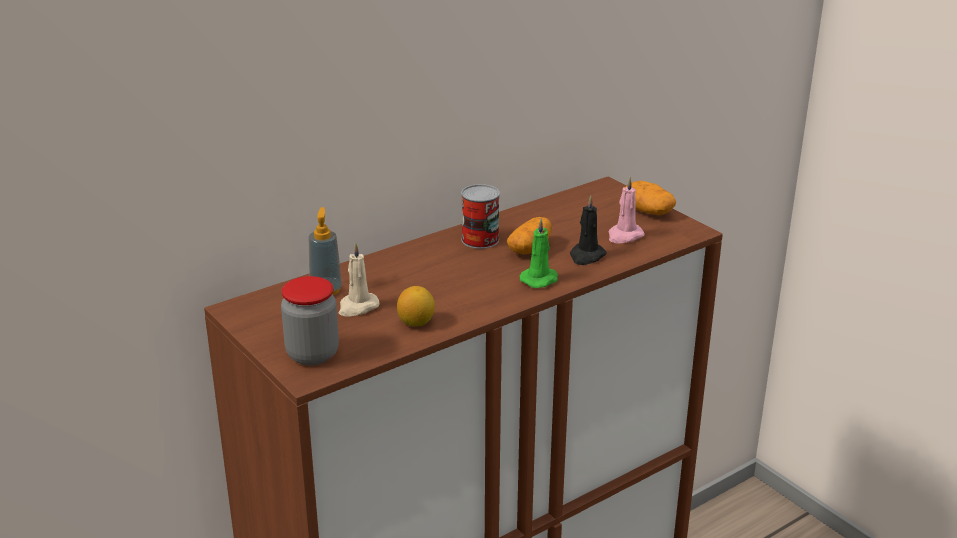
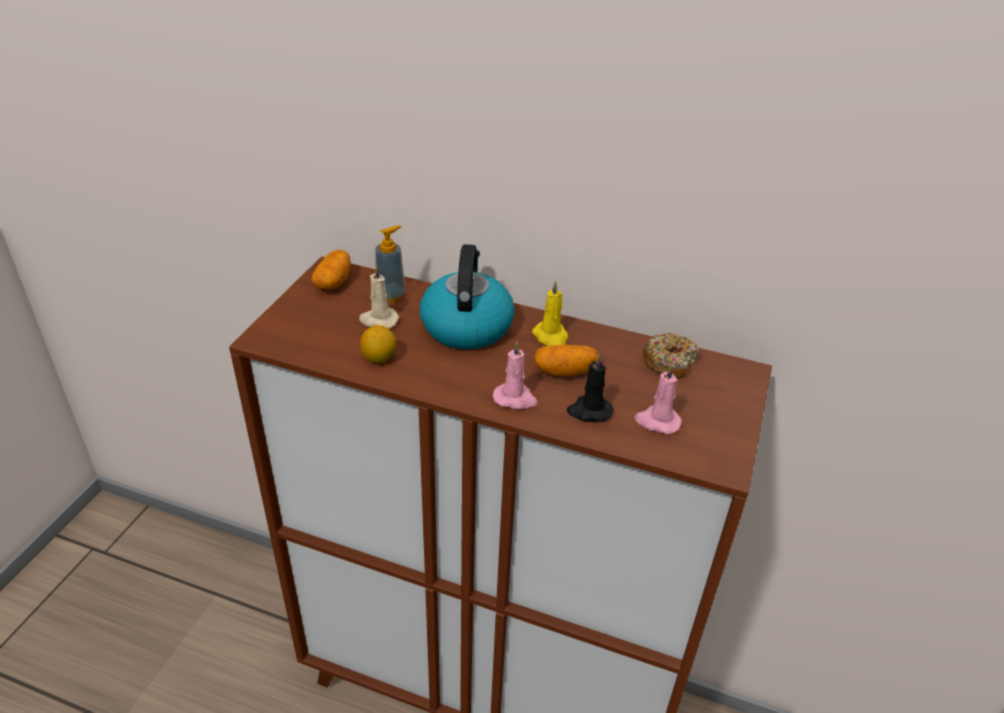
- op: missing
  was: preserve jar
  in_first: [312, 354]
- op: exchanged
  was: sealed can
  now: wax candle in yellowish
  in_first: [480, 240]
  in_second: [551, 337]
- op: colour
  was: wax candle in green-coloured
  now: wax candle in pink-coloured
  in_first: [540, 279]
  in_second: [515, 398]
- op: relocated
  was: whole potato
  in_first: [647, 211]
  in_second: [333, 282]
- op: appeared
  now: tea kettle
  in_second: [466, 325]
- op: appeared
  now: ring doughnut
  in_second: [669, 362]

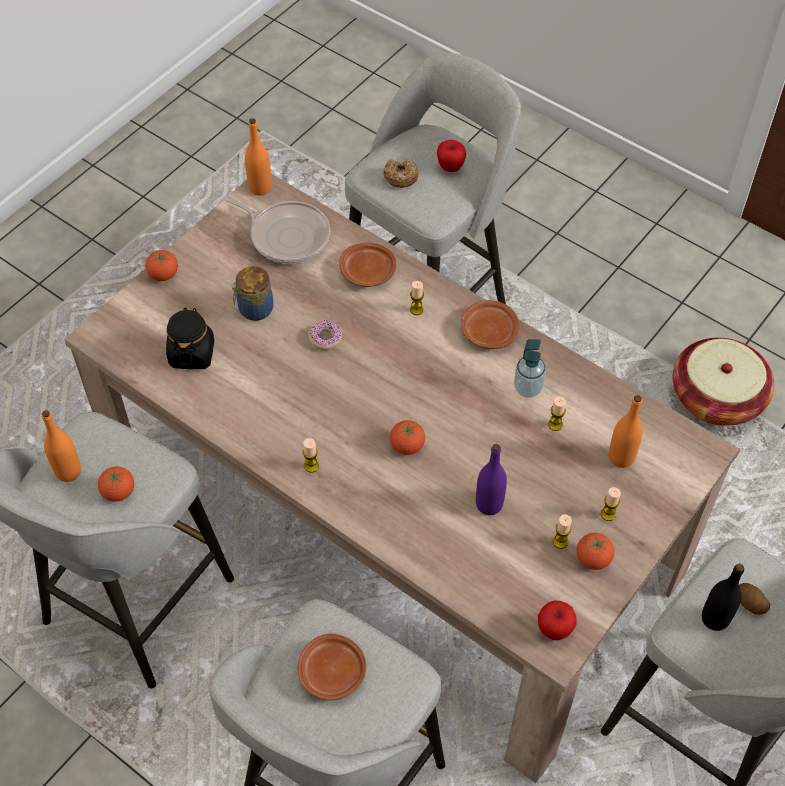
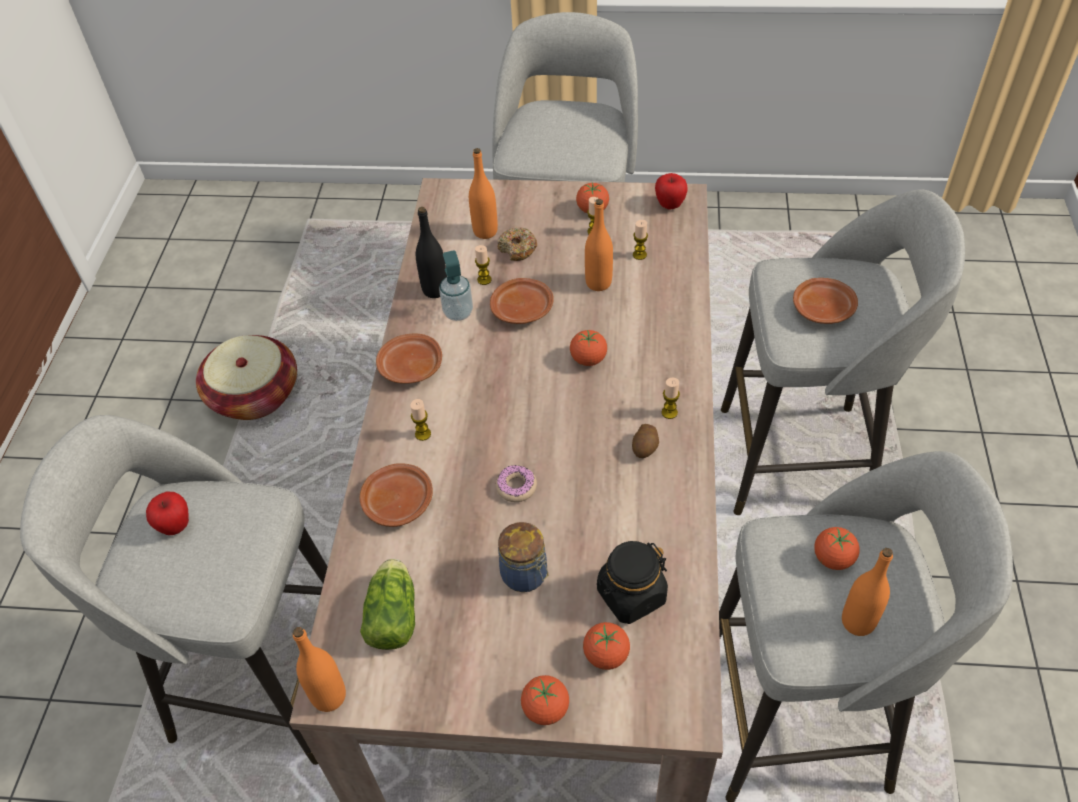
- op: exchanged
  was: frying pan
  now: lettuce
  in_first: [287, 235]
  in_second: [393, 613]
- op: relocated
  was: ring doughnut
  in_first: [400, 177]
  in_second: [517, 249]
- op: colour
  was: beverage bottle in purplish
  now: beverage bottle in orange
  in_first: [489, 504]
  in_second: [598, 283]
- op: relocated
  was: wax candle
  in_first: [608, 514]
  in_second: [639, 255]
- op: relocated
  was: beverage bottle in blackish
  in_first: [715, 618]
  in_second: [435, 290]
- op: relocated
  was: whole potato
  in_first: [749, 603]
  in_second: [645, 448]
- op: appeared
  now: flat dish in brown
  in_second: [522, 309]
- op: appeared
  now: tomato
  in_second: [606, 655]

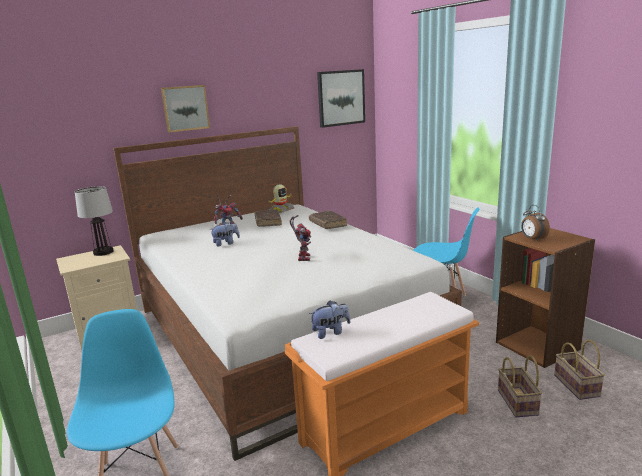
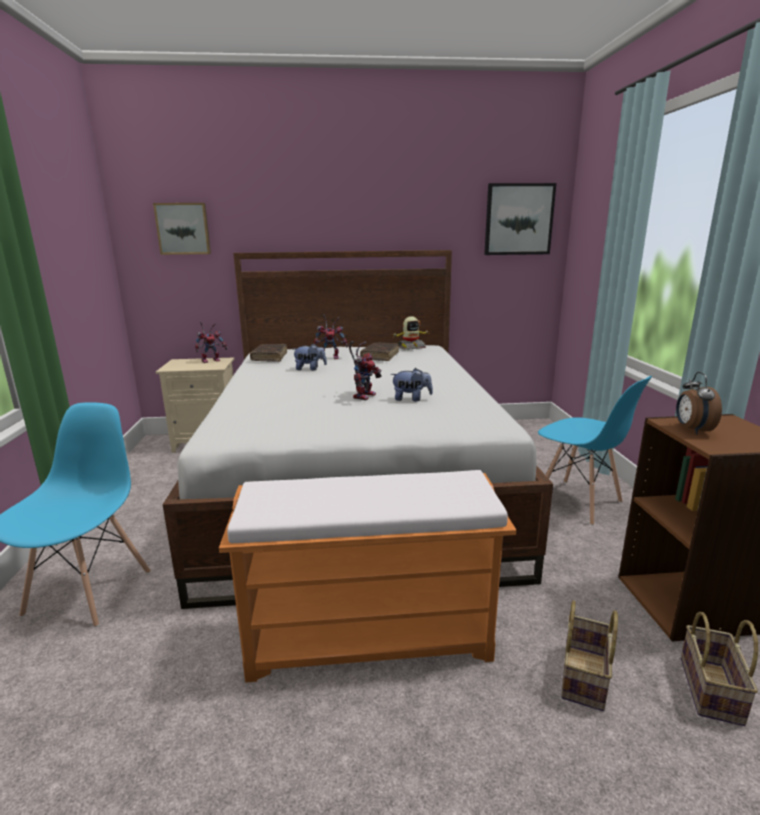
- op: exchanged
  was: table lamp
  now: model robot
  in_first: [103, 252]
  in_second: [212, 360]
- op: relocated
  was: wall art
  in_first: [185, 108]
  in_second: [183, 229]
- op: relocated
  was: book in brown
  in_first: [327, 224]
  in_second: [269, 357]
- op: relocated
  was: soft toy
  in_first: [330, 332]
  in_second: [411, 399]

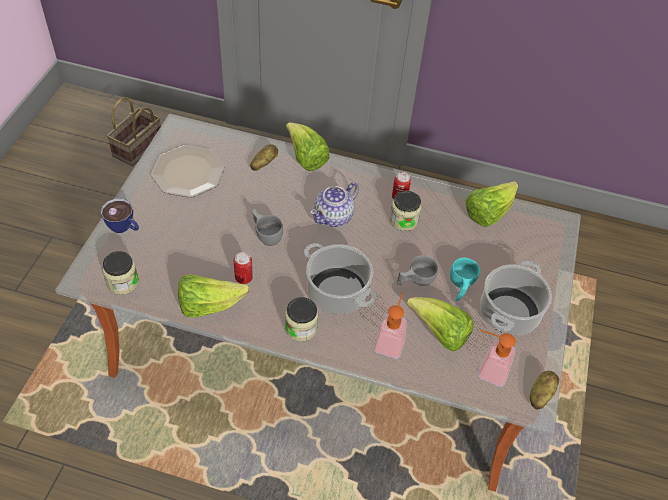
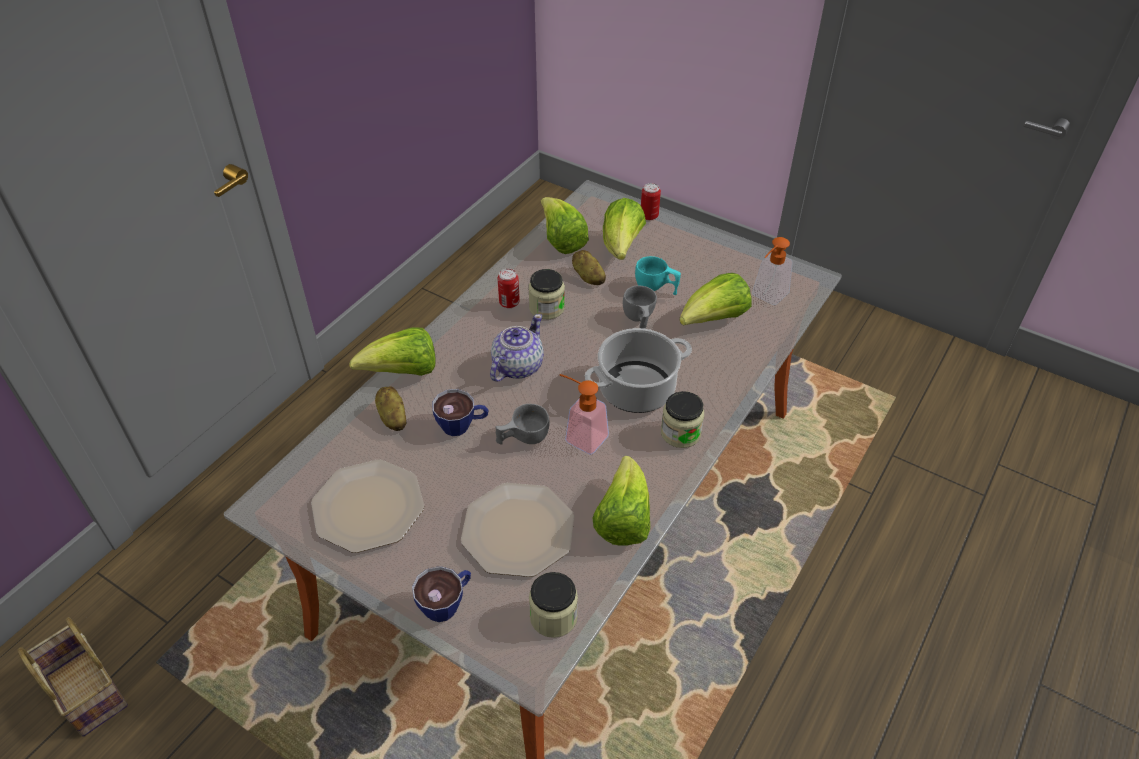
- op: relocated
  was: sealed can
  in_first: [243, 278]
  in_second: [649, 216]
- op: spun
  was: pot for tea
  in_first: [334, 216]
  in_second: [517, 366]
  clockwise: -120
- op: relocated
  was: liquid soap bottle
  in_first: [390, 340]
  in_second: [580, 436]
- op: missing
  was: saucepot
  in_first: [509, 313]
- op: relocated
  was: whole potato
  in_first: [540, 394]
  in_second: [588, 277]
- op: appeared
  now: drinking cup
  in_second: [462, 425]
- op: appeared
  now: flat dish
  in_second: [517, 530]
- op: appeared
  now: lettuce
  in_second: [621, 246]

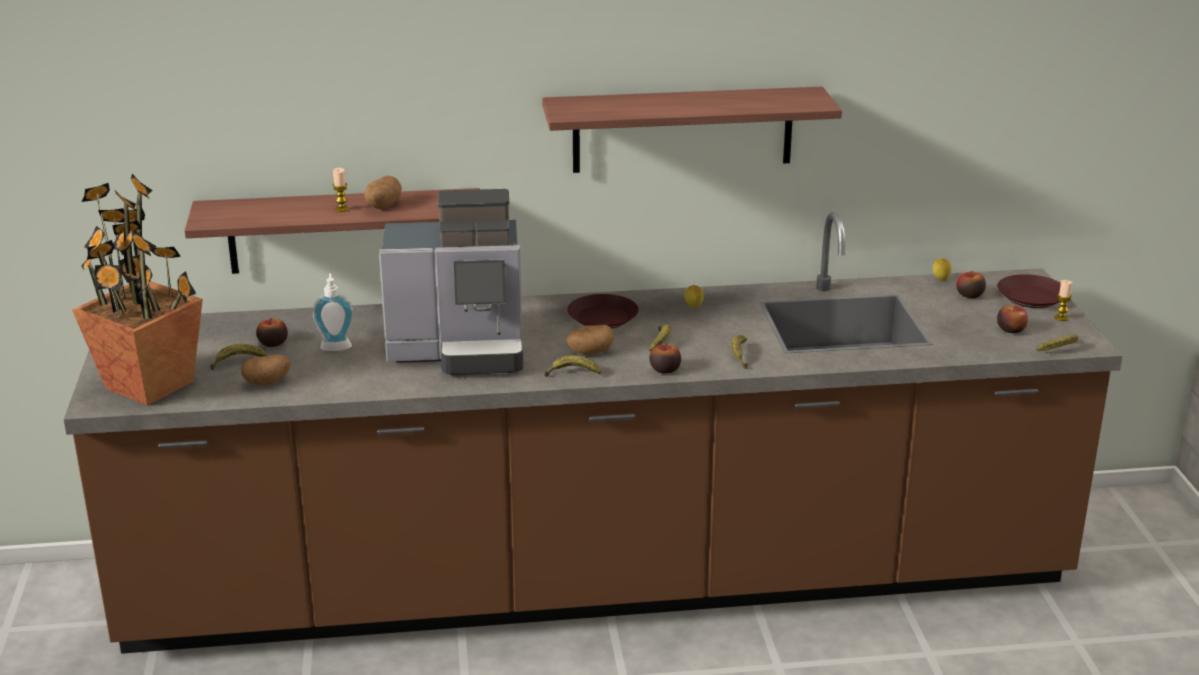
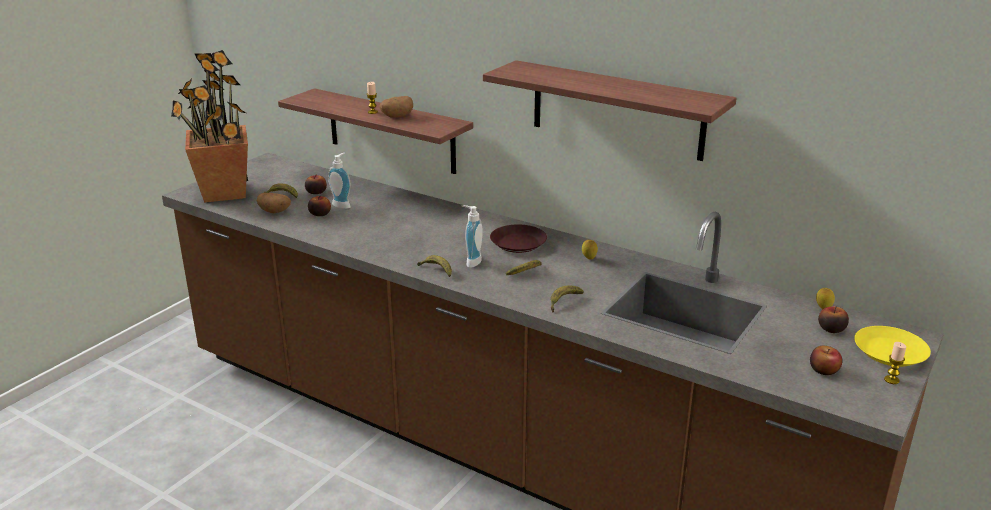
- op: missing
  was: coffee maker
  in_first: [461, 350]
- op: exchanged
  was: whole potato
  now: liquid soap bottle
  in_first: [590, 352]
  in_second: [471, 261]
- op: relocated
  was: apple
  in_first: [664, 369]
  in_second: [320, 214]
- op: colour
  was: flat dish in brown
  now: flat dish in yellowish
  in_first: [1030, 297]
  in_second: [889, 352]
- op: missing
  was: banana fruit
  in_first: [1061, 349]

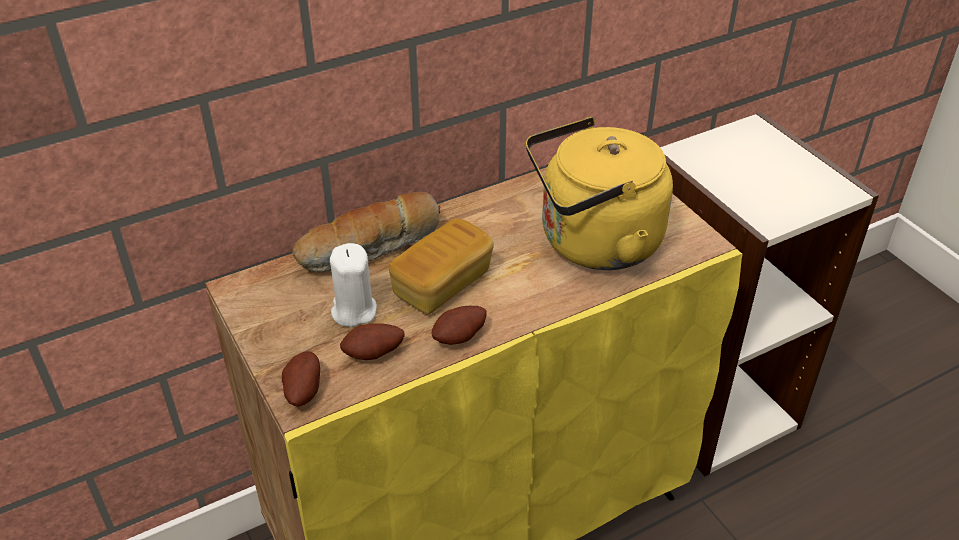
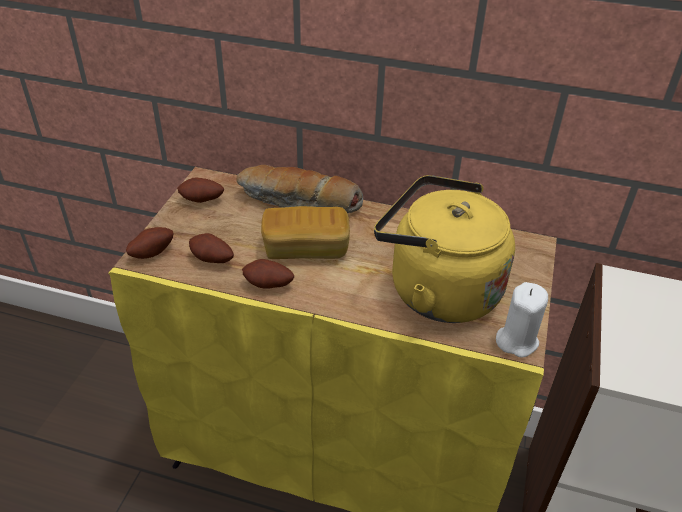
- op: relocated
  was: wax candle in white-coloured
  in_first: [353, 311]
  in_second: [516, 340]
- op: appeared
  now: whole potato
  in_second: [202, 201]

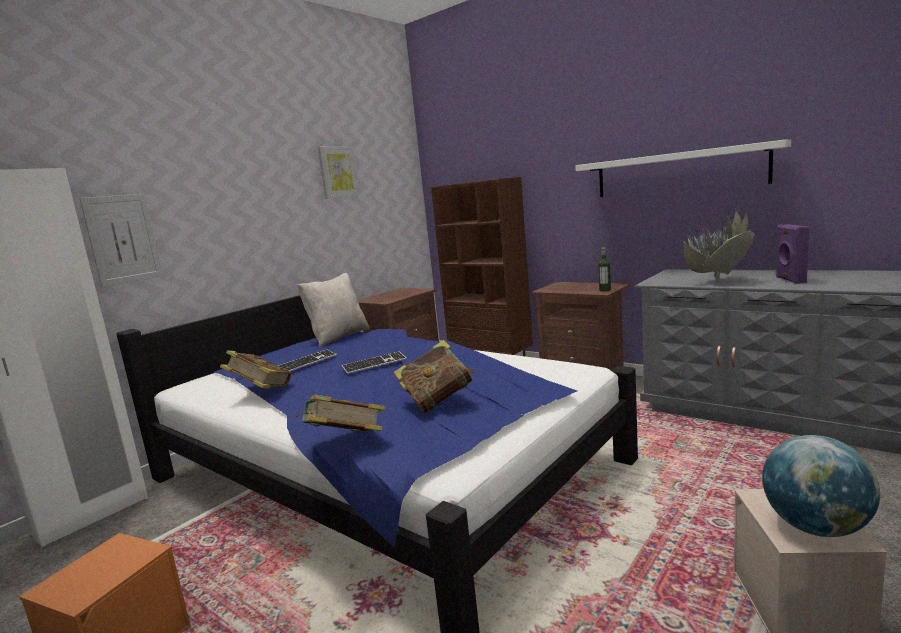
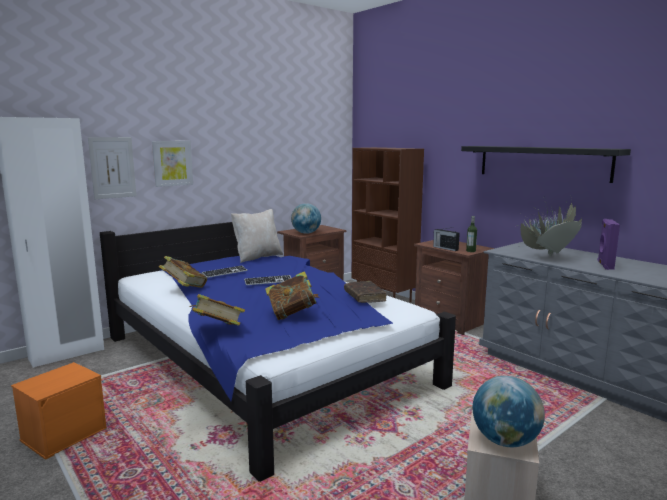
- op: relocated
  was: wall art
  in_first: [338, 172]
  in_second: [172, 163]
- op: colour
  was: bracket shelf in white-coloured
  now: bracket shelf in blackish
  in_first: [678, 172]
  in_second: [542, 162]
- op: appeared
  now: globe
  in_second: [306, 233]
- op: appeared
  now: book in brown
  in_second: [364, 297]
- op: appeared
  now: radio
  in_second: [445, 248]

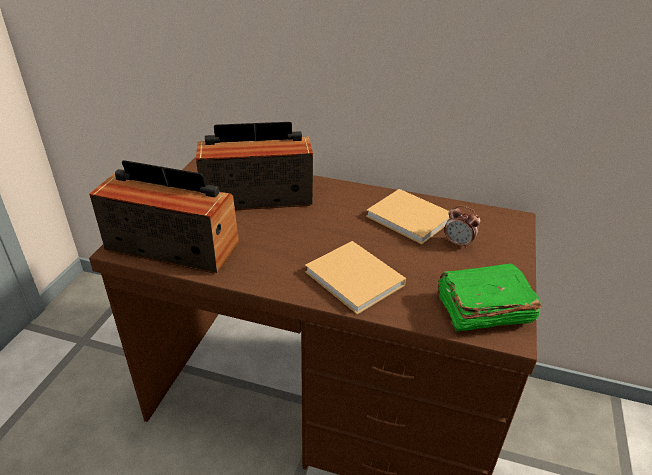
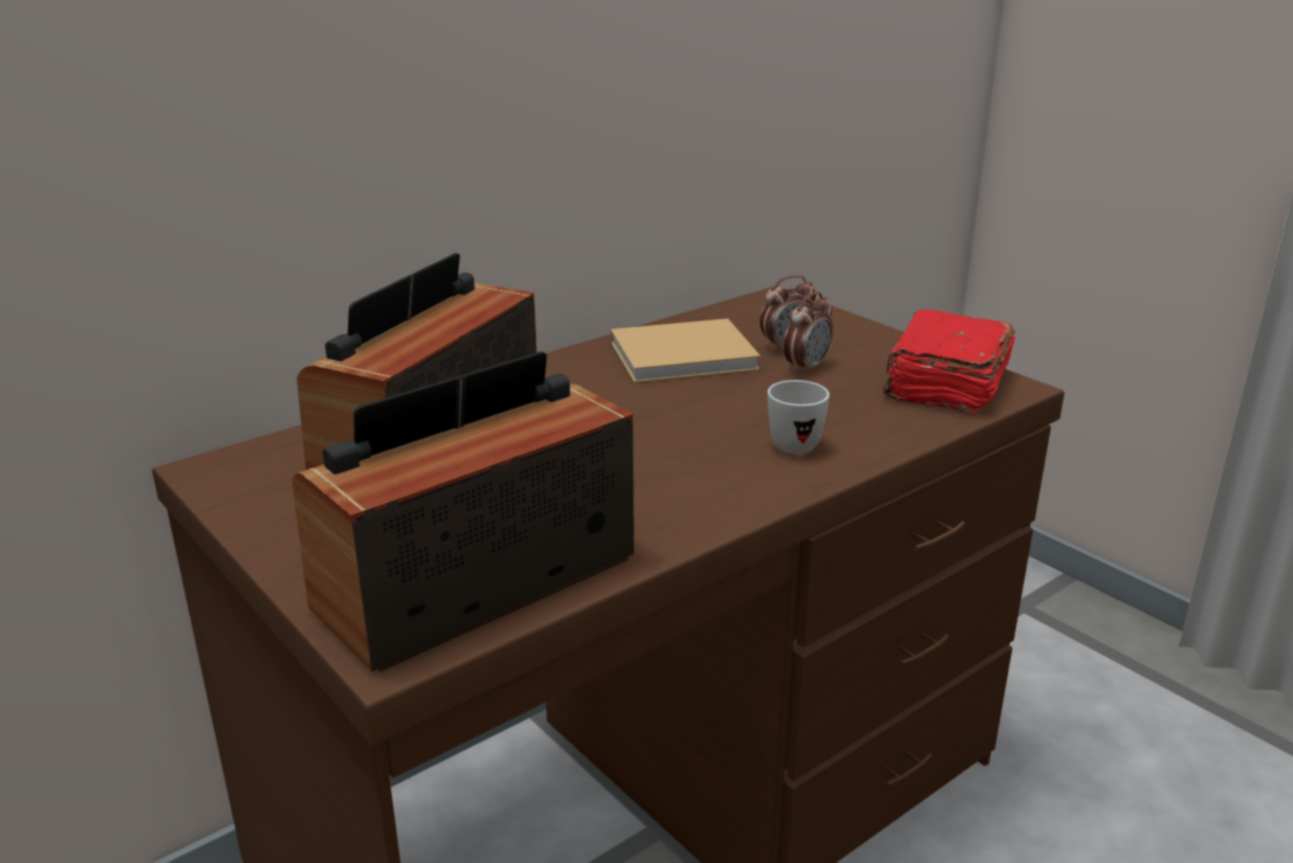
- op: exchanged
  was: book in sand-coloured
  now: mug in white-coloured
  in_first: [356, 280]
  in_second: [792, 442]
- op: colour
  was: book in green-coloured
  now: book in red
  in_first: [482, 310]
  in_second: [945, 384]
- op: appeared
  now: table clock
  in_second: [806, 368]

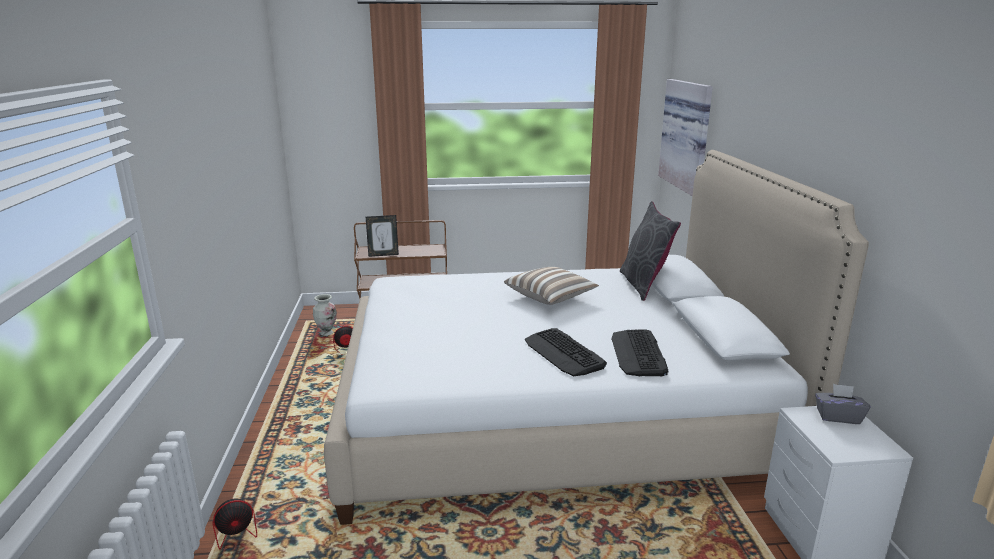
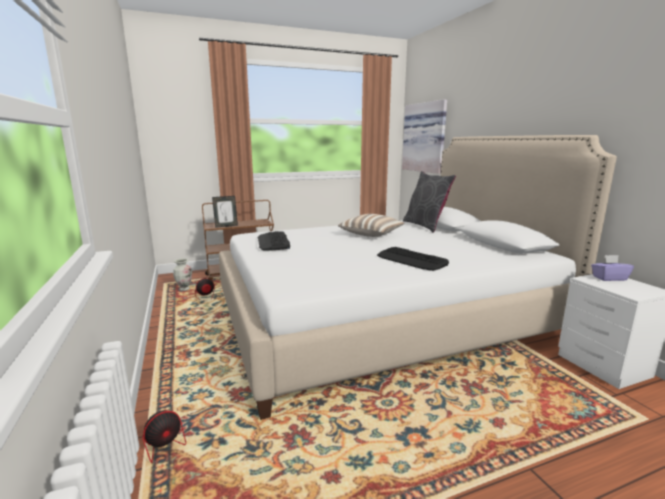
- op: relocated
  was: PC keyboard
  in_first: [638, 353]
  in_second: [273, 242]
- op: colour
  was: tissue box in grey
  now: tissue box in purplish
  in_first: [838, 417]
  in_second: [609, 278]

